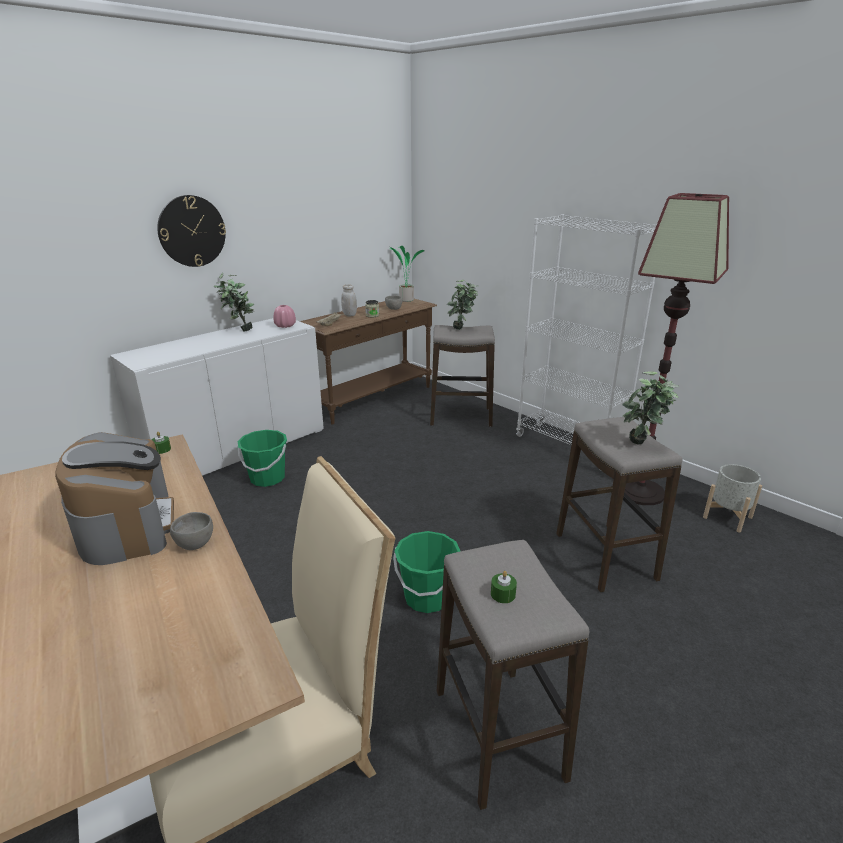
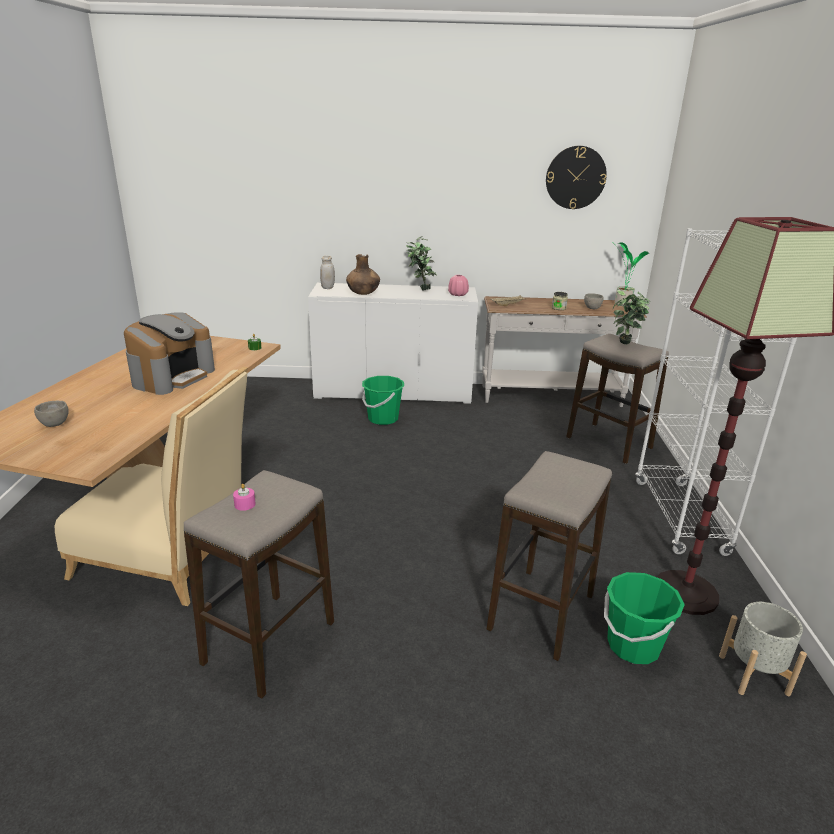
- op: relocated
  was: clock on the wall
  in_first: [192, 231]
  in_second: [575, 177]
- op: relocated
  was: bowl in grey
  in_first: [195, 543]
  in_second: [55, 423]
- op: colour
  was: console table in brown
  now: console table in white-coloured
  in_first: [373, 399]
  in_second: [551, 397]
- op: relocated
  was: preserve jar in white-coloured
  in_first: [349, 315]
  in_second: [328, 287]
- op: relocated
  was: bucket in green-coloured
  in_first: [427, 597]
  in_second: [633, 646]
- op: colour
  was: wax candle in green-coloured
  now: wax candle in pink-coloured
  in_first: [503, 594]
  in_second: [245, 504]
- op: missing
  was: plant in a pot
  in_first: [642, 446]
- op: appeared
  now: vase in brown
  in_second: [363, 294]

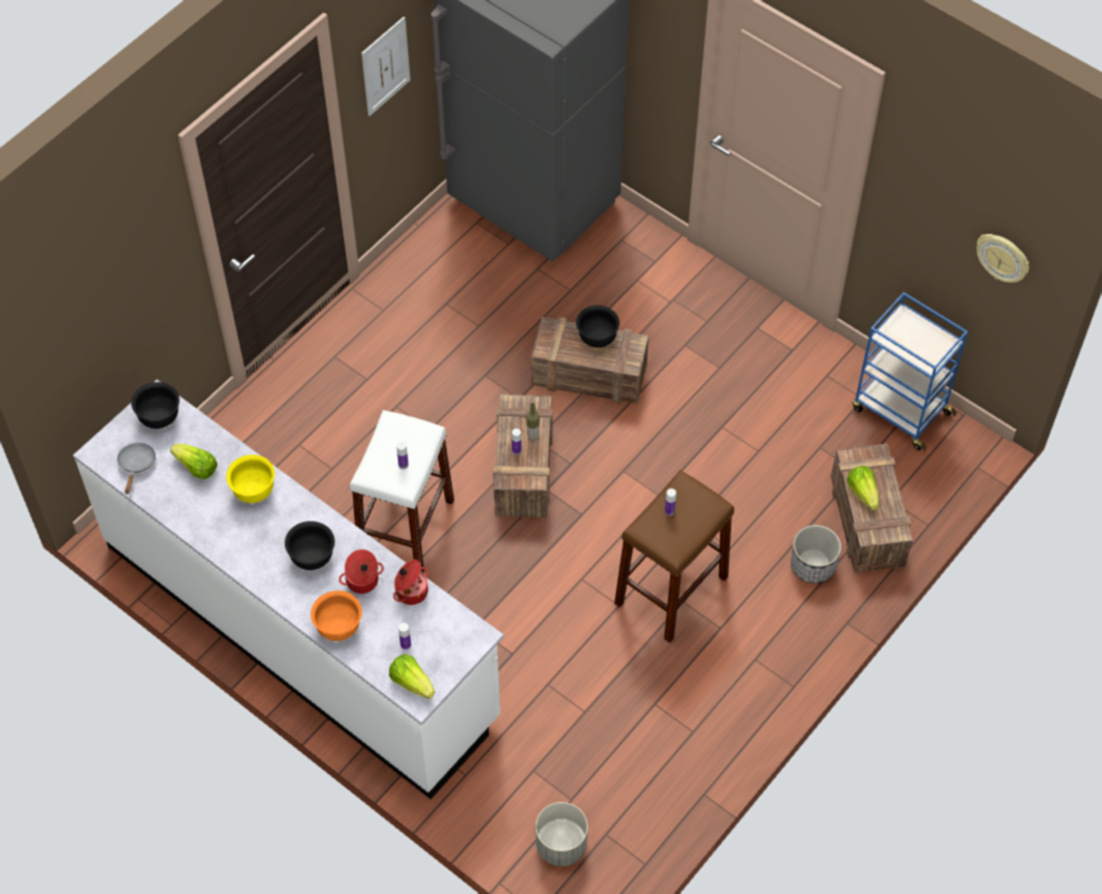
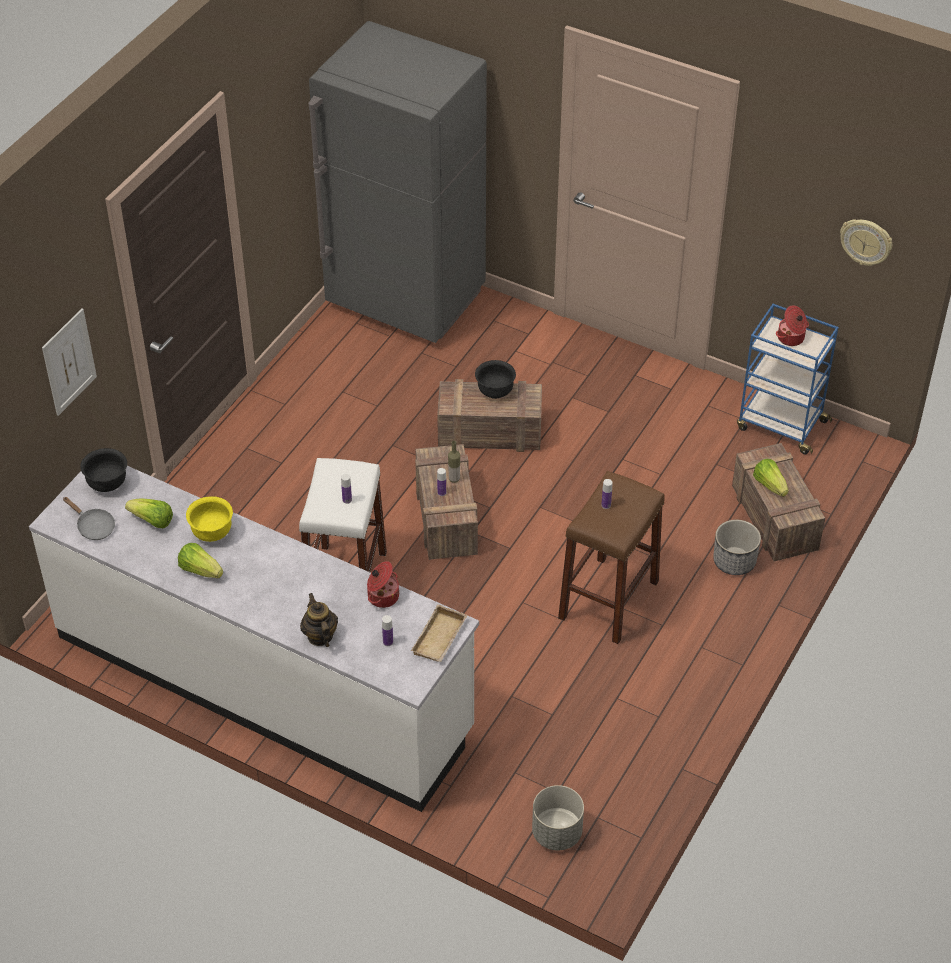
- op: spun
  was: frying pan in grey
  in_first: [136, 465]
  in_second: [93, 526]
  clockwise: 135
- op: missing
  was: bowl in blackish
  in_first: [312, 557]
- op: exchanged
  was: bowl in orange
  now: pot for tea
  in_first: [338, 627]
  in_second: [320, 636]
- op: relocated
  was: saucepot
  in_first: [362, 581]
  in_second: [791, 338]
- op: relocated
  was: wall art
  in_first: [385, 66]
  in_second: [69, 362]
- op: relocated
  was: lettuce
  in_first: [412, 682]
  in_second: [200, 570]
- op: appeared
  now: carrying tray in sand-coloured
  in_second: [440, 639]

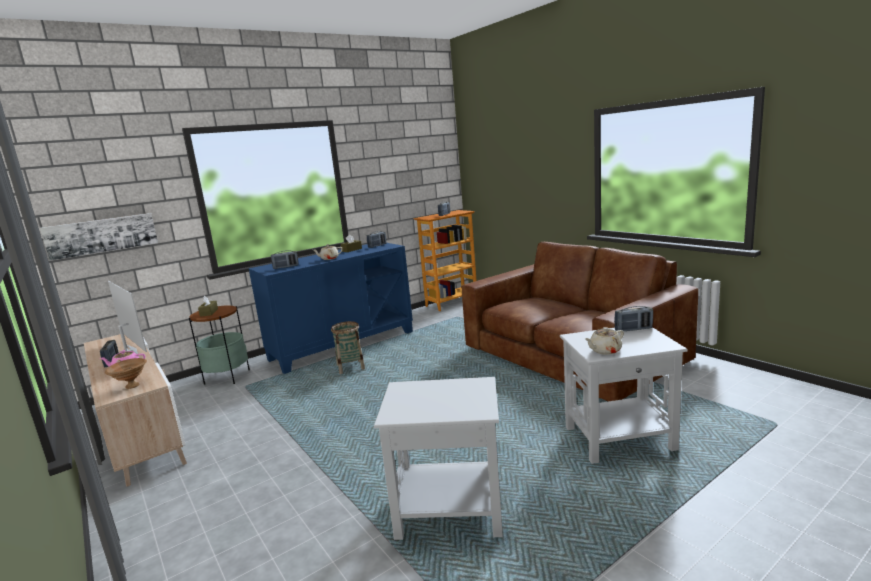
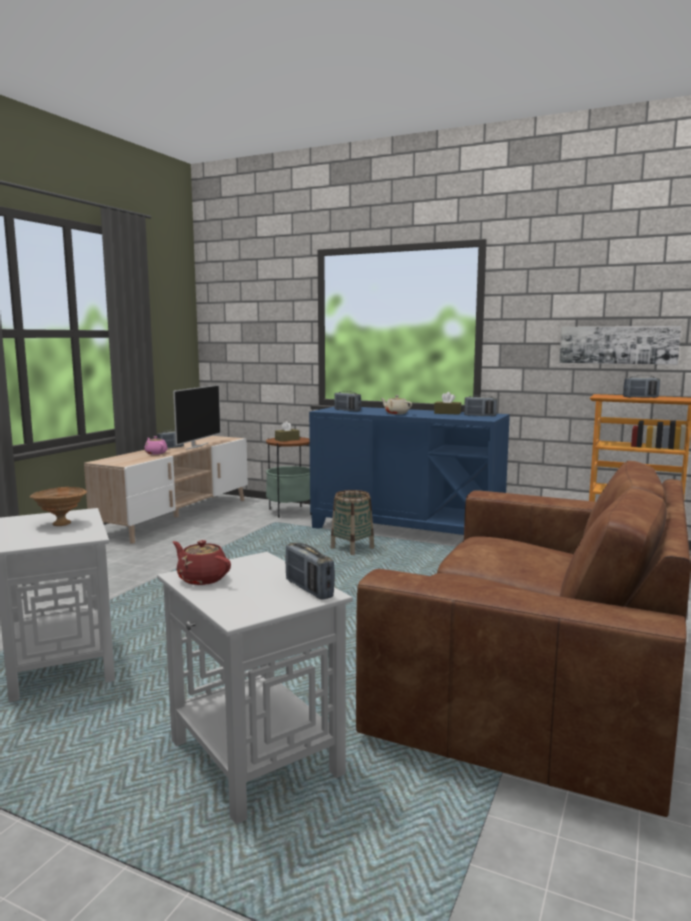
- op: relocated
  was: wall art
  in_first: [102, 235]
  in_second: [618, 345]
- op: relocated
  was: bowl in brown
  in_first: [131, 386]
  in_second: [60, 524]
- op: colour
  was: pot for tea in sand-coloured
  now: pot for tea in red
  in_first: [604, 351]
  in_second: [202, 578]

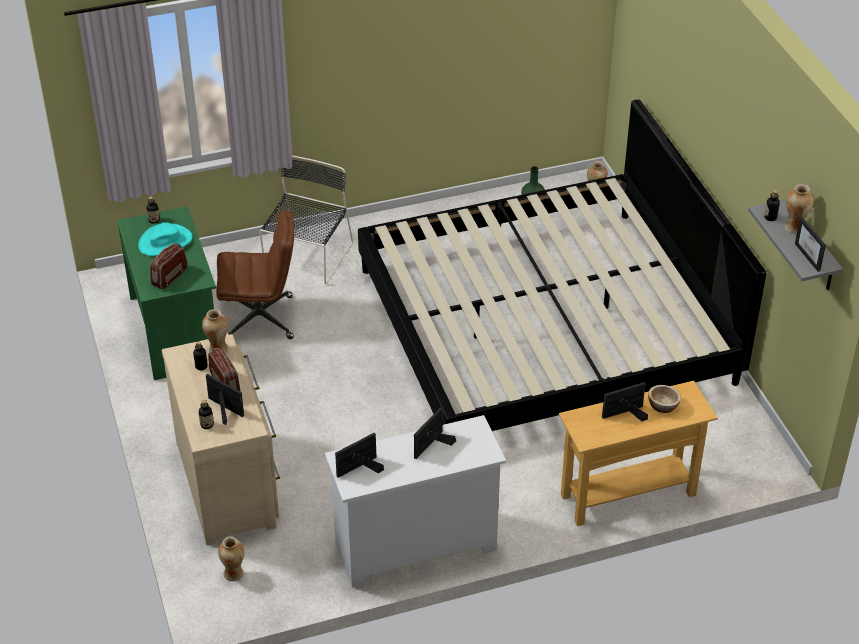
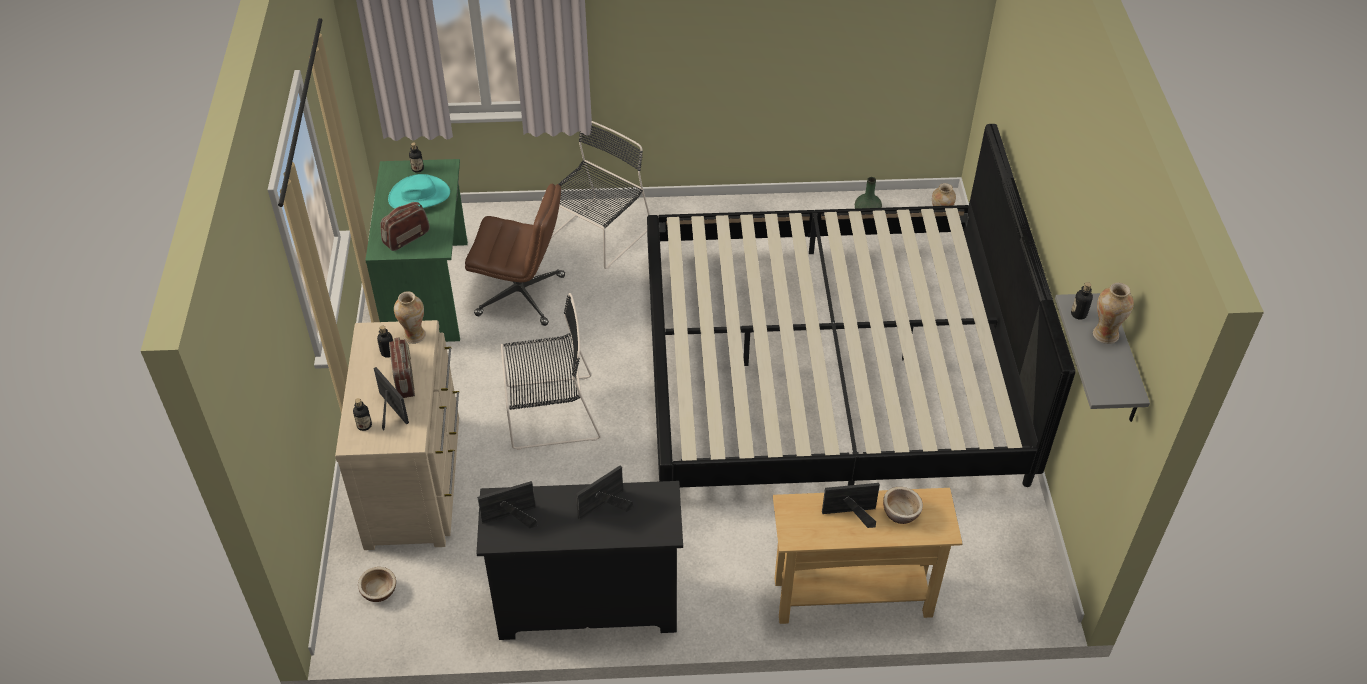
- op: exchanged
  was: vase
  now: bowl
  in_first: [233, 573]
  in_second: [379, 591]
- op: colour
  was: chest of drawers in white-coloured
  now: chest of drawers in blackish
  in_first: [415, 547]
  in_second: [586, 606]
- op: missing
  was: standing frame
  in_first: [812, 257]
- op: appeared
  now: upright chair in blackish
  in_second: [548, 412]

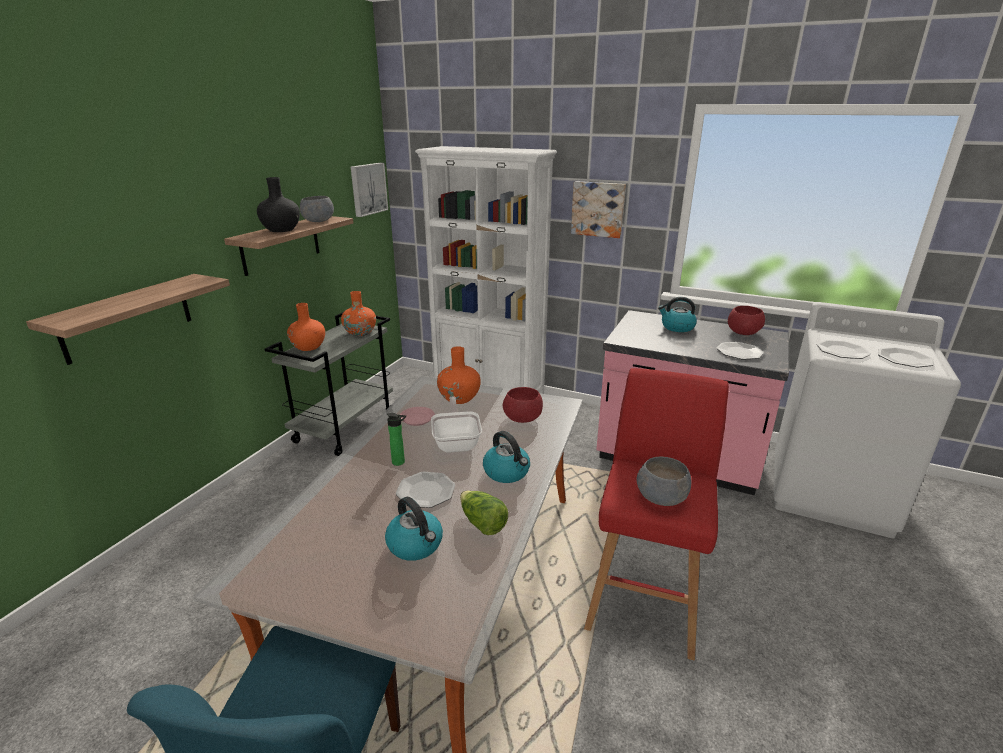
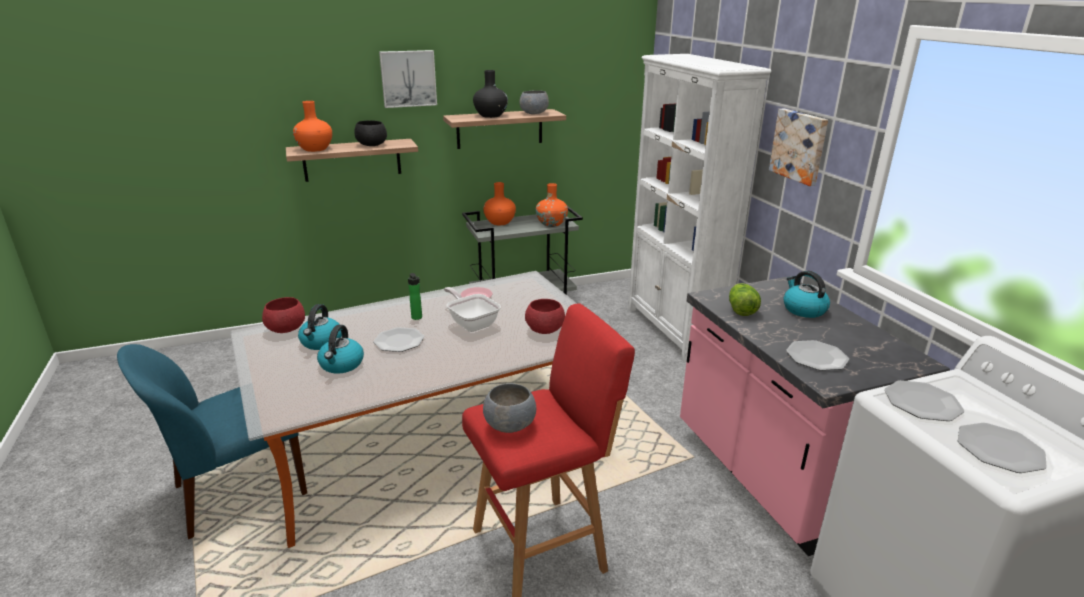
- op: relocated
  was: wall art
  in_first: [368, 189]
  in_second: [408, 78]
- op: spun
  was: frying pan
  in_first: [457, 442]
  in_second: [471, 323]
  clockwise: -75
- op: relocated
  was: vase in orange
  in_first: [459, 398]
  in_second: [315, 149]
- op: relocated
  was: lettuce
  in_first: [482, 523]
  in_second: [741, 309]
- op: relocated
  was: tea kettle
  in_first: [507, 472]
  in_second: [321, 342]
- op: relocated
  was: bowl in red
  in_first: [742, 332]
  in_second: [286, 329]
- op: appeared
  now: bowl in blackish
  in_second: [372, 145]

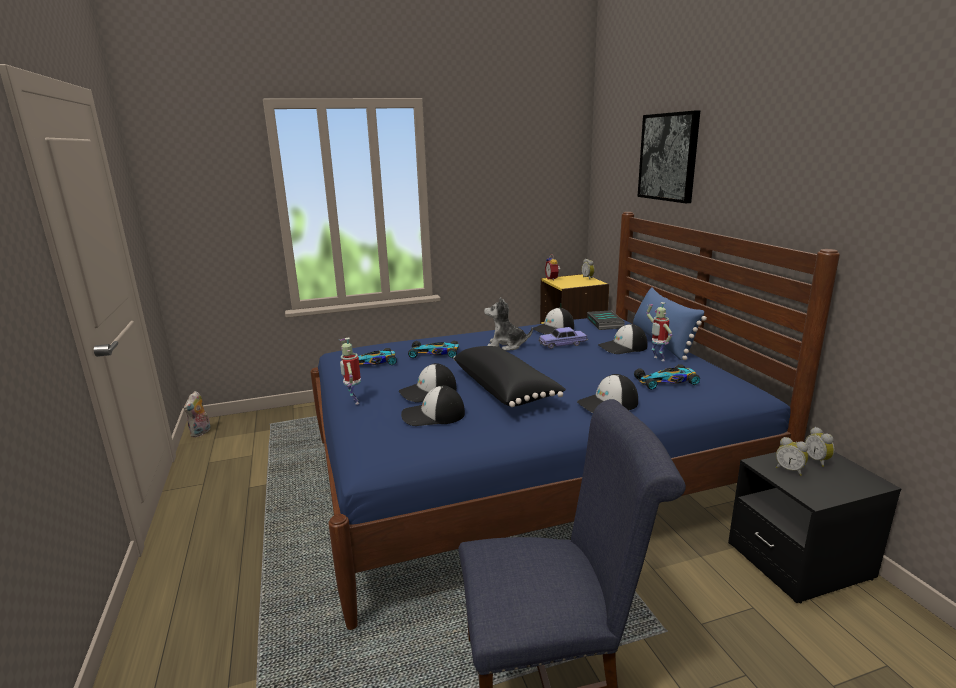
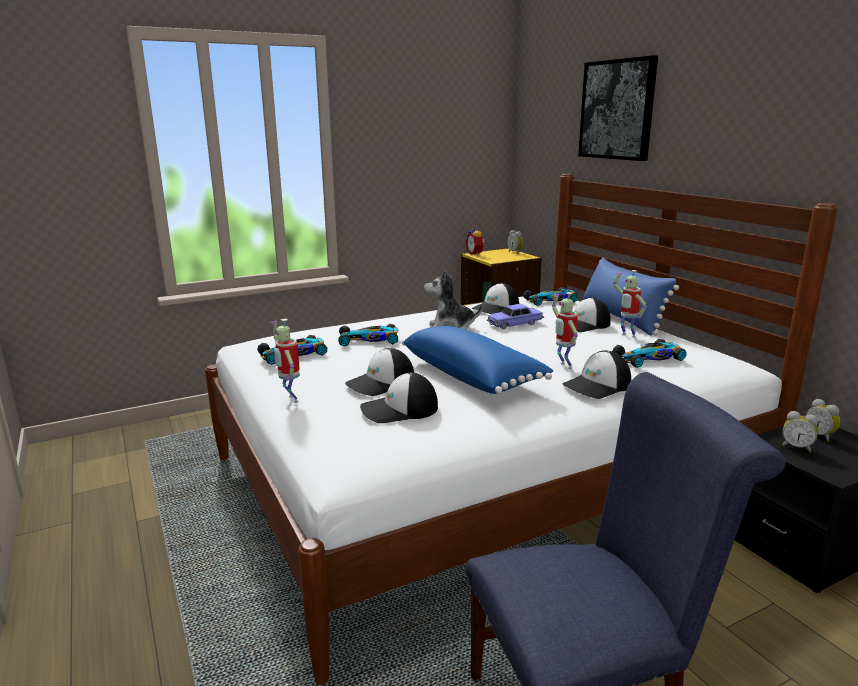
- op: missing
  was: soft toy
  in_first: [201, 433]
- op: colour
  was: sleeping bed in blue-coloured
  now: sleeping bed in white-coloured
  in_first: [524, 474]
  in_second: [479, 479]
- op: colour
  was: throw pillow in blackish
  now: throw pillow in blue-coloured
  in_first: [505, 389]
  in_second: [472, 376]
- op: exchanged
  was: book
  now: toy car
  in_first: [606, 323]
  in_second: [551, 300]
- op: appeared
  now: model robot
  in_second: [563, 366]

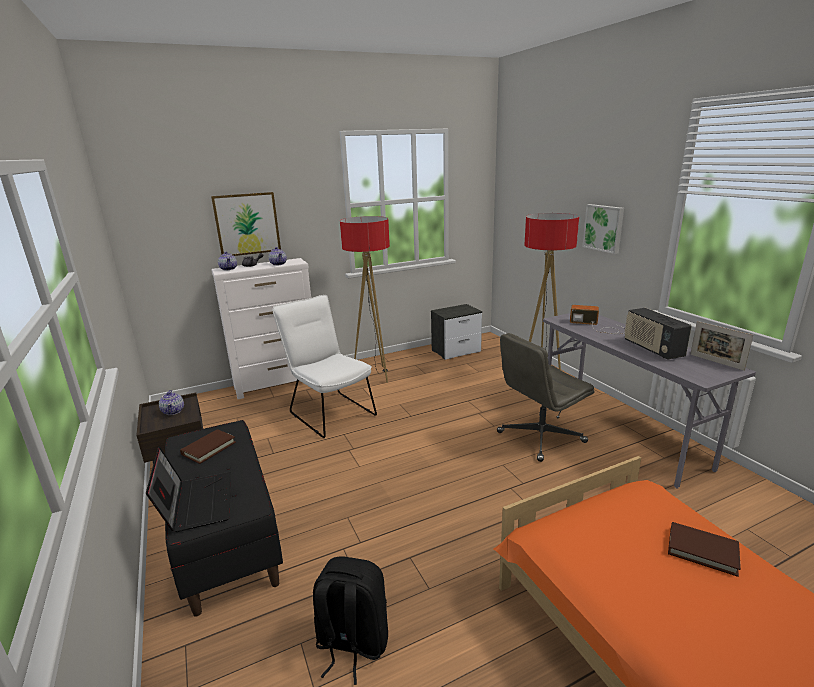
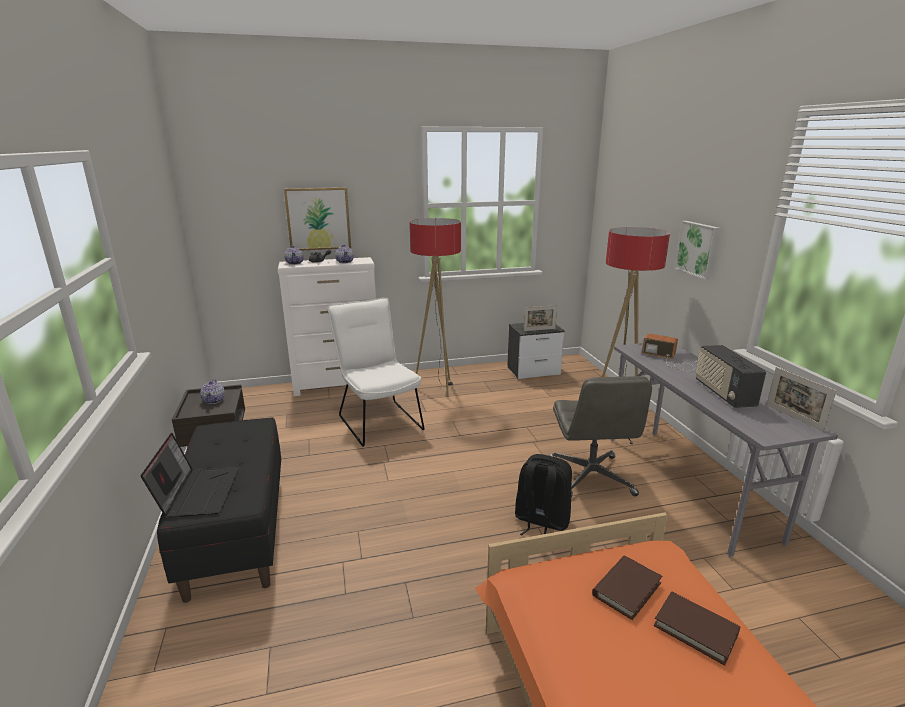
- op: relocated
  was: book in brown
  in_first: [209, 448]
  in_second: [626, 589]
- op: relocated
  was: rucksack in blackish
  in_first: [352, 643]
  in_second: [541, 521]
- op: spun
  was: office chair in grey
  in_first: [540, 438]
  in_second: [591, 477]
  clockwise: -75
- op: appeared
  now: standing frame
  in_second: [539, 330]

